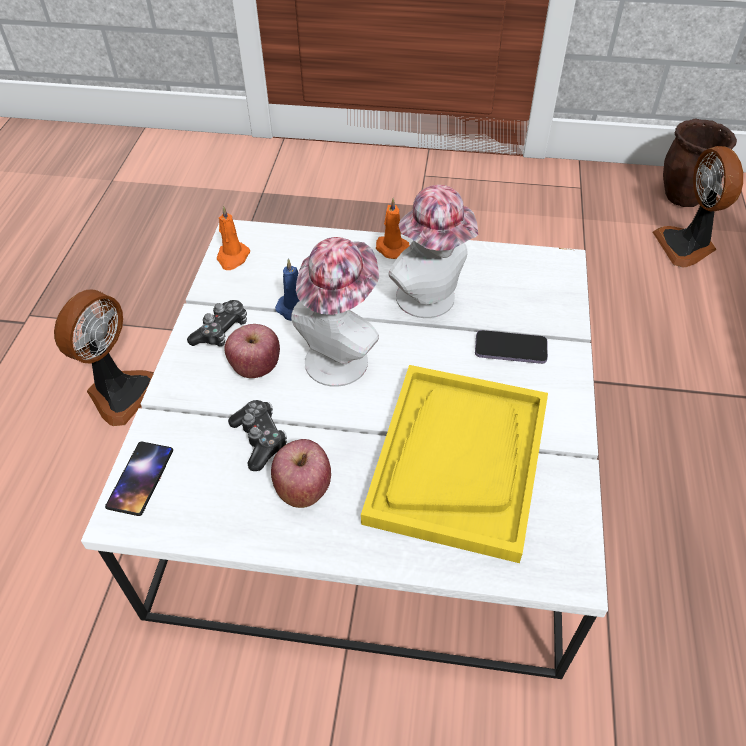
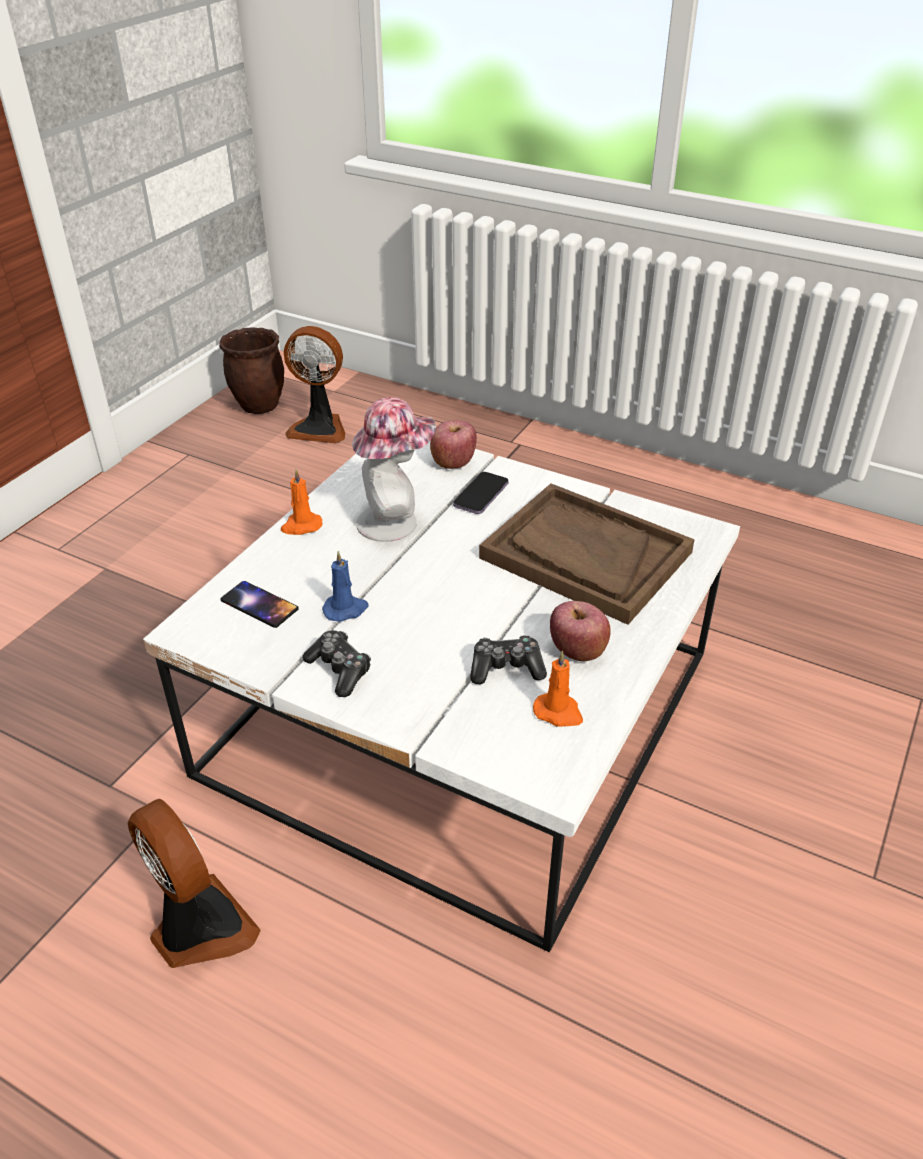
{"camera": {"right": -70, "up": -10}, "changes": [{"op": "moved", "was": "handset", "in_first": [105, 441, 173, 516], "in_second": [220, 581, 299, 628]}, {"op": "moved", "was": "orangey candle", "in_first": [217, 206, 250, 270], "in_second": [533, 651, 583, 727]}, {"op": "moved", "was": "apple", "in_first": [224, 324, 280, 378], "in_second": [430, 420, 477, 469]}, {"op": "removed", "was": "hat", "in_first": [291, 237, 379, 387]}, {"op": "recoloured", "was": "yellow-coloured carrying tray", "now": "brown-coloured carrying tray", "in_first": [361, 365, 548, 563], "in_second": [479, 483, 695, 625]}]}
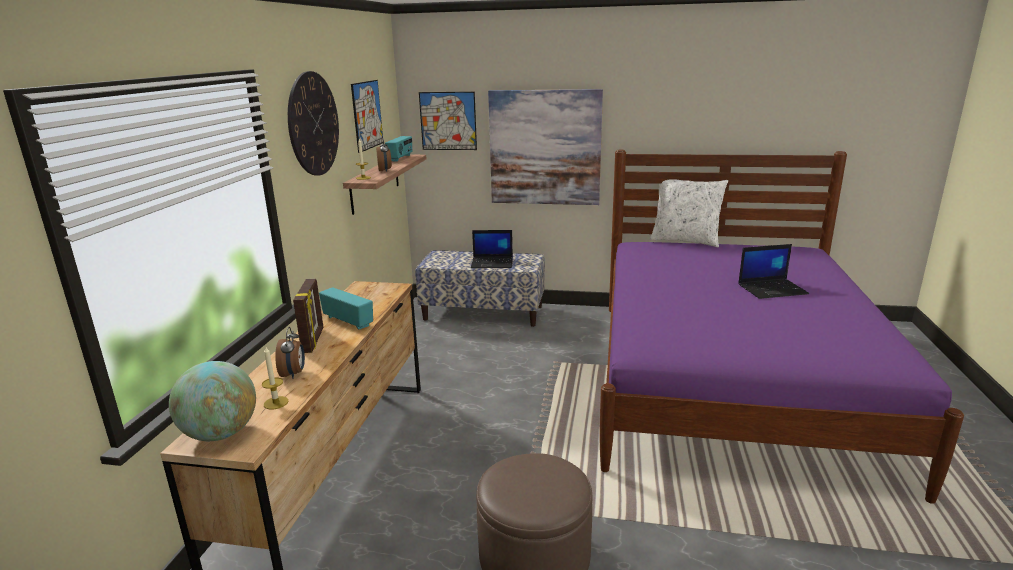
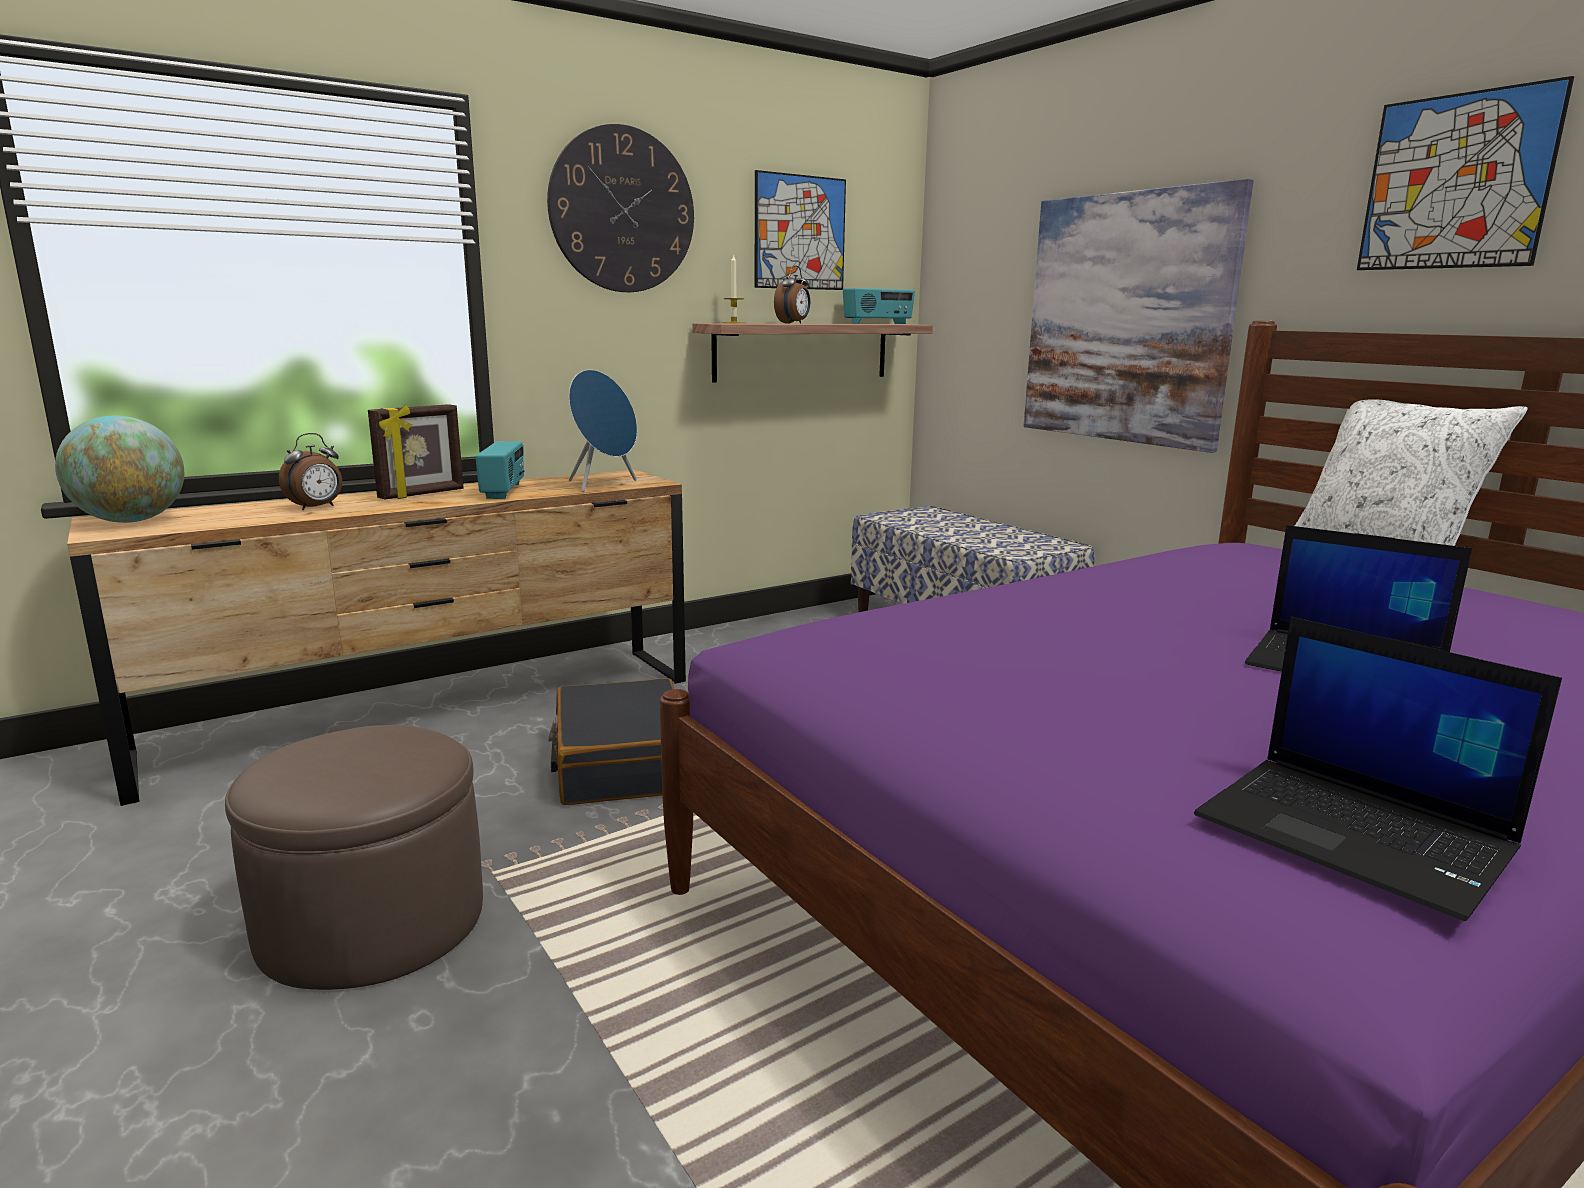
{"camera": {"right": 45, "up": -5}, "changes": [{"op": "removed", "was": "candle", "in_first": [262, 347, 288, 409]}, {"op": "moved", "was": "wall art", "in_first": [419, 92, 477, 150], "in_second": [1357, 76, 1574, 270]}, {"op": "moved", "was": "laptop", "in_first": [471, 230, 513, 268], "in_second": [1194, 617, 1562, 921]}, {"op": "added", "now": "black travel case", "in_second": [548, 678, 674, 805]}, {"op": "added", "now": "blue speaker", "in_second": [569, 370, 637, 492]}]}
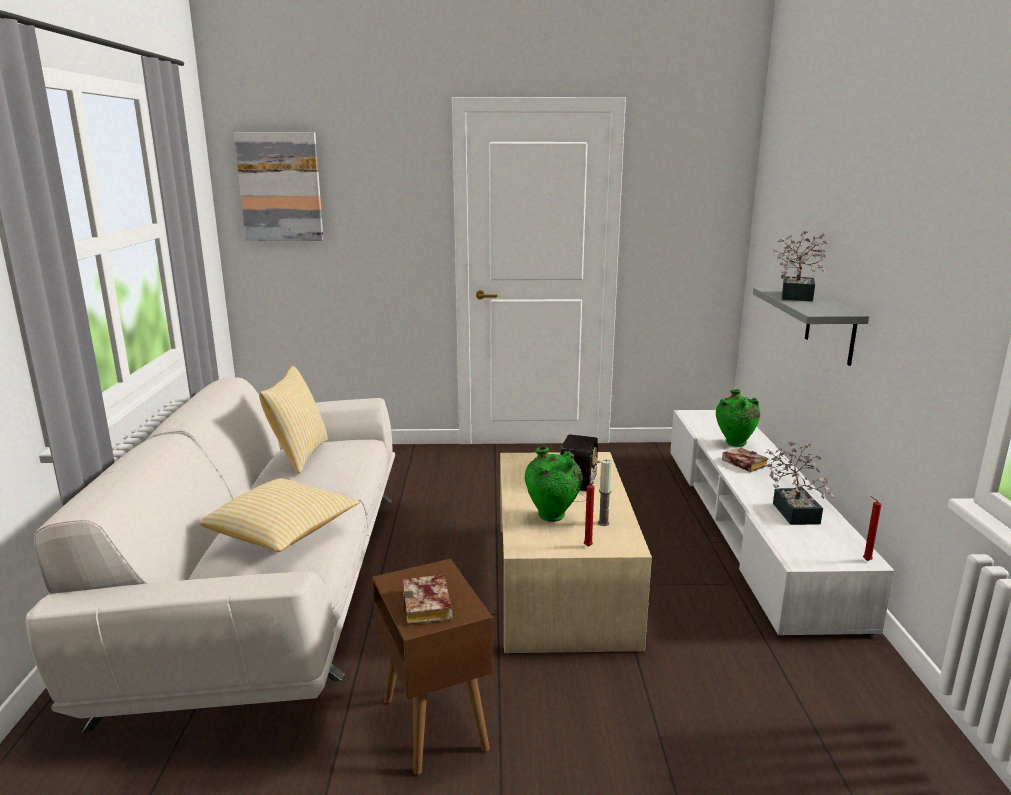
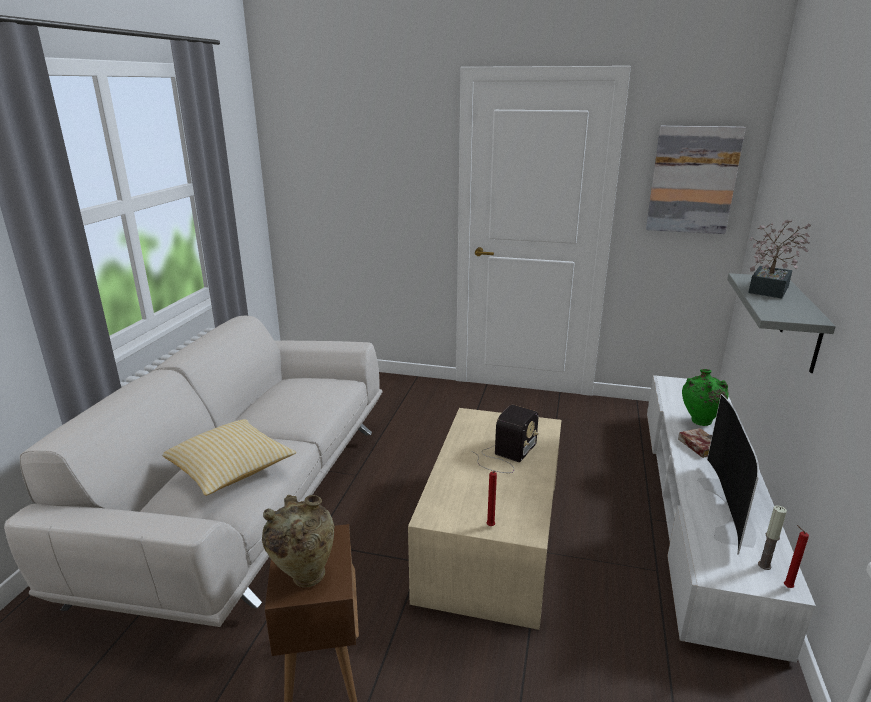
{"camera": {"right": 15, "up": 5}, "changes": [{"op": "moved", "was": "wall art", "in_first": [234, 132, 324, 241], "in_second": [646, 126, 746, 234]}, {"op": "removed", "was": "cushion", "in_first": [259, 366, 328, 474]}, {"op": "replaced", "was": "volume", "now": "sand-coloured flower vase", "in_first": [403, 575, 453, 625], "in_second": [262, 495, 335, 587]}, {"op": "removed", "was": "greenish flower vase", "in_first": [524, 446, 582, 522]}, {"op": "moved", "was": "candle", "in_first": [598, 459, 612, 526], "in_second": [758, 505, 787, 570]}, {"op": "replaced", "was": "houseplant", "now": "television", "in_first": [764, 442, 835, 525], "in_second": [697, 394, 759, 554]}]}
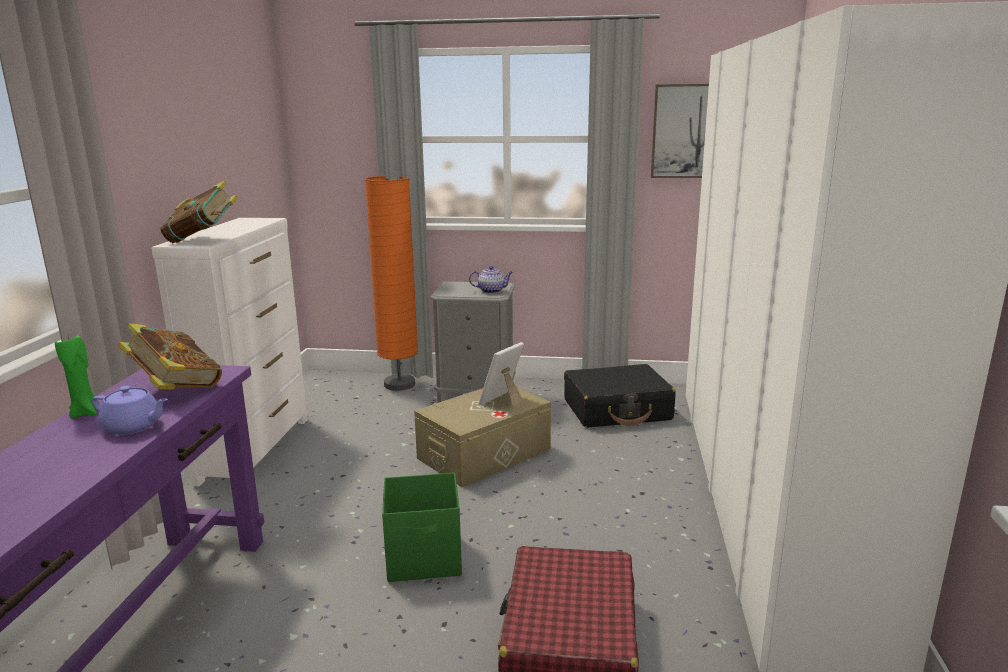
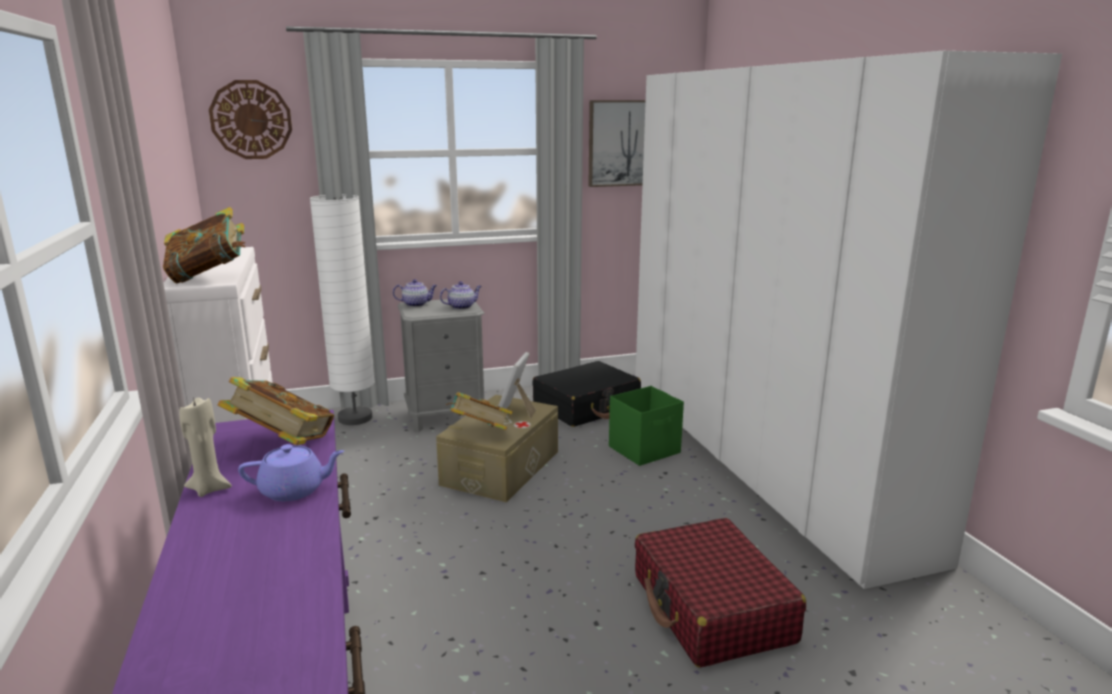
{"camera": {"right": -25, "up": 0}, "changes": [{"op": "recoloured", "was": "greenish candle", "now": "sand-coloured candle", "in_first": [55, 333, 97, 418], "in_second": [179, 397, 232, 497]}, {"op": "recoloured", "was": "orangey standing lamp", "now": "white standing lamp", "in_first": [365, 176, 418, 391], "in_second": [310, 194, 375, 425]}, {"op": "moved", "was": "greenish storage bin", "in_first": [382, 473, 462, 582], "in_second": [609, 386, 684, 466]}, {"op": "added", "now": "wall clock", "in_second": [209, 80, 292, 159]}, {"op": "added", "now": "teapot", "in_second": [393, 279, 437, 307]}, {"op": "added", "now": "volume", "in_second": [446, 392, 513, 430]}]}
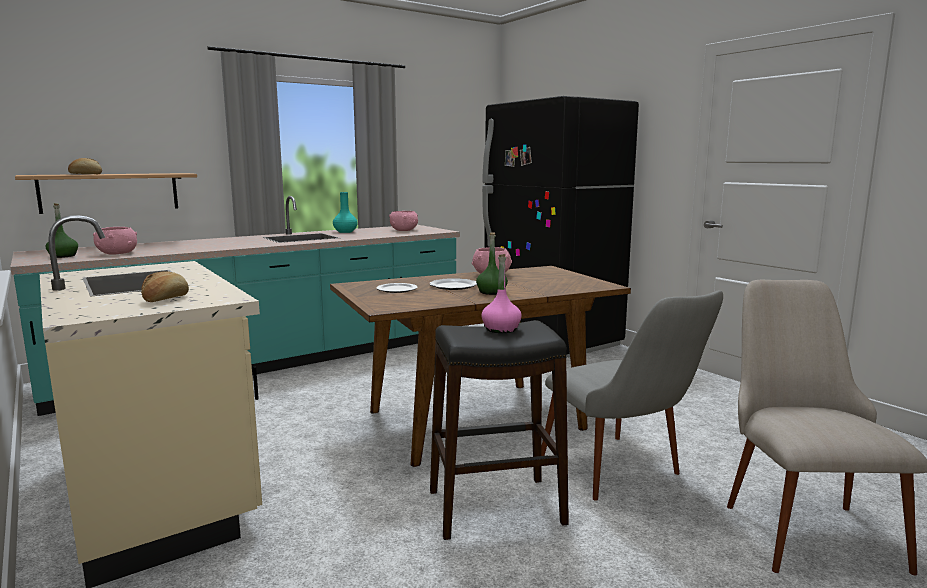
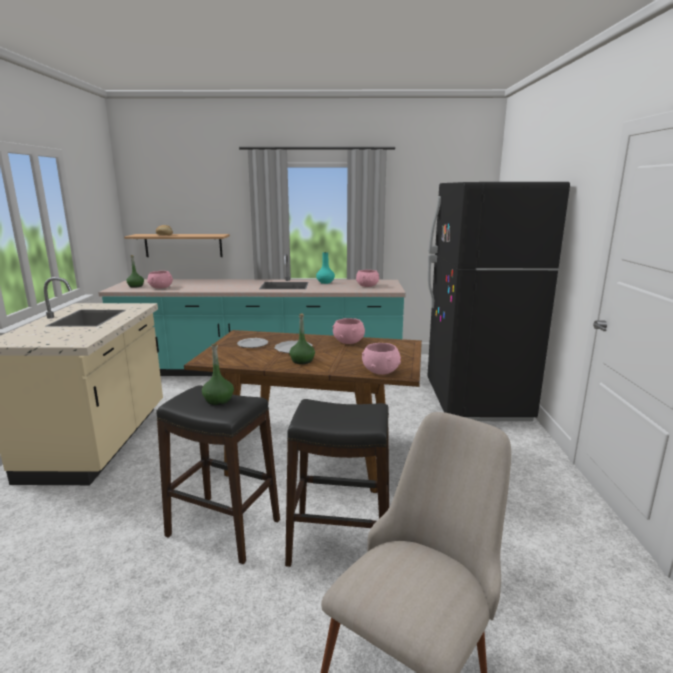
{"camera": {"right": 35, "up": 5}, "changes": [{"op": "removed", "was": "baked bread", "in_first": [141, 271, 189, 302]}, {"op": "recoloured", "was": "pink bottle", "now": "greenish bottle", "in_first": [481, 254, 521, 333], "in_second": [202, 344, 234, 405]}, {"op": "replaced", "was": "greyish upright chair", "now": "black stool", "in_first": [541, 290, 723, 501], "in_second": [285, 399, 389, 567]}, {"op": "added", "now": "pink deep dish", "in_second": [362, 343, 401, 375]}]}
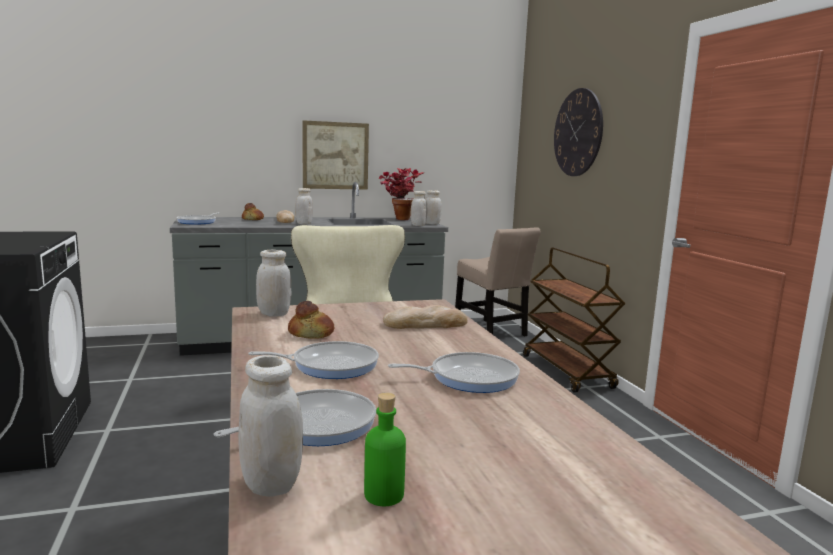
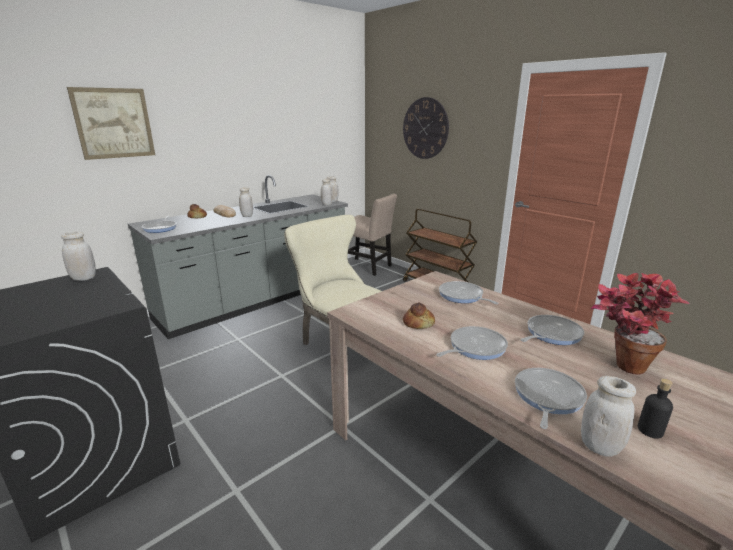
{"camera": {"right": -25, "up": 10}, "changes": [{"op": "moved", "was": "white preserve jar", "in_first": [256, 250, 291, 317], "in_second": [61, 232, 96, 281]}, {"op": "moved", "was": "wall art", "in_first": [302, 120, 369, 190], "in_second": [67, 87, 155, 160]}, {"op": "recoloured", "was": "greenish bottle", "now": "black bottle", "in_first": [364, 392, 406, 506], "in_second": [638, 378, 673, 439]}, {"op": "moved", "was": "houseplant", "in_first": [379, 168, 424, 220], "in_second": [591, 273, 690, 375]}, {"op": "replaced", "was": "baked bread", "now": "skillet", "in_first": [383, 305, 467, 329], "in_second": [439, 281, 499, 304]}]}
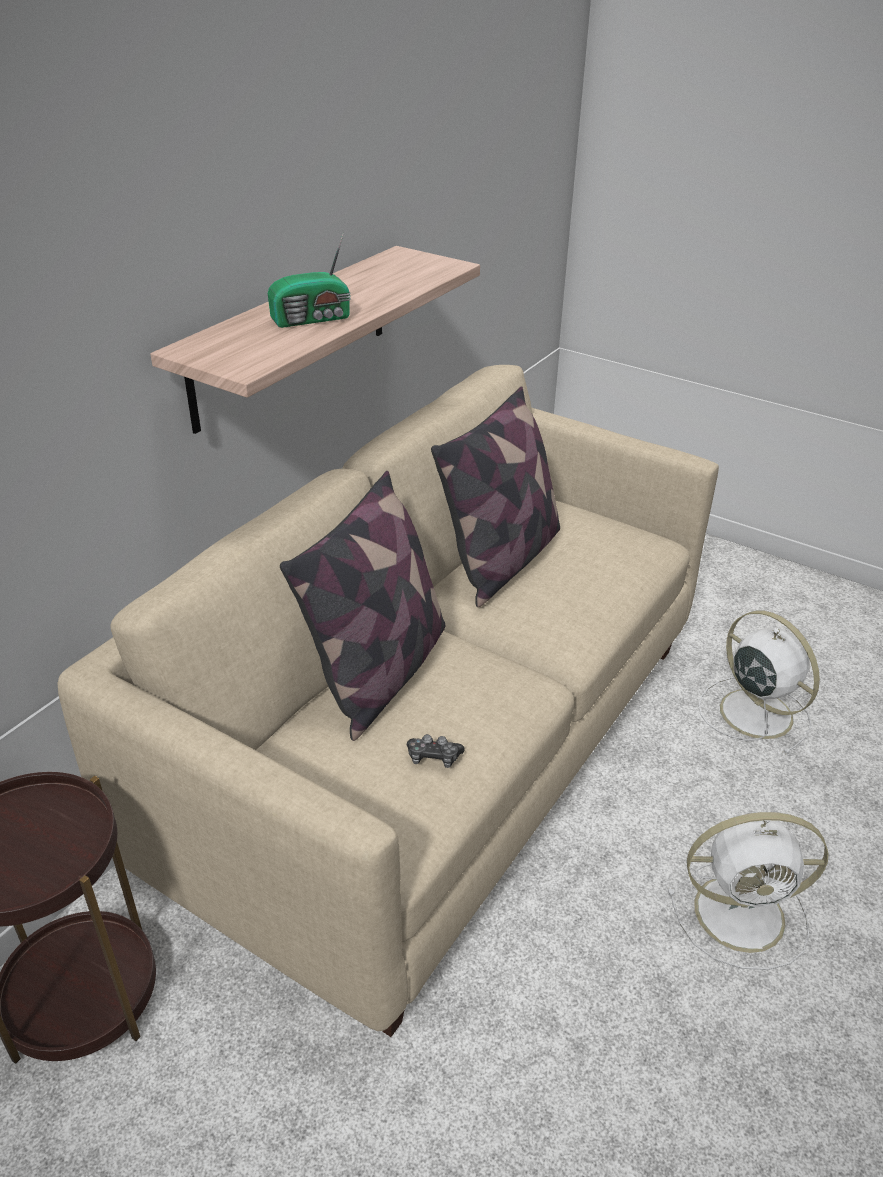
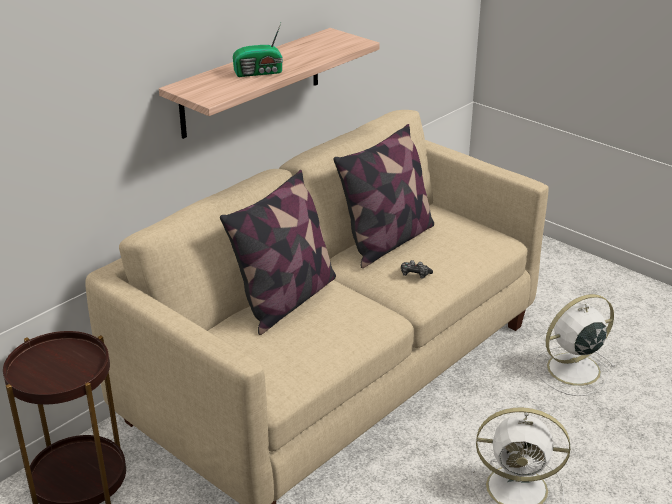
{"camera": {"right": 10, "up": -5}, "changes": [{"op": "moved", "was": "joypad", "in_first": [407, 734, 465, 768], "in_second": [401, 260, 433, 279]}, {"op": "turned", "was": "white fan", "in_first": [699, 611, 820, 754], "in_second": [533, 294, 616, 396], "clockwise": -90}]}
